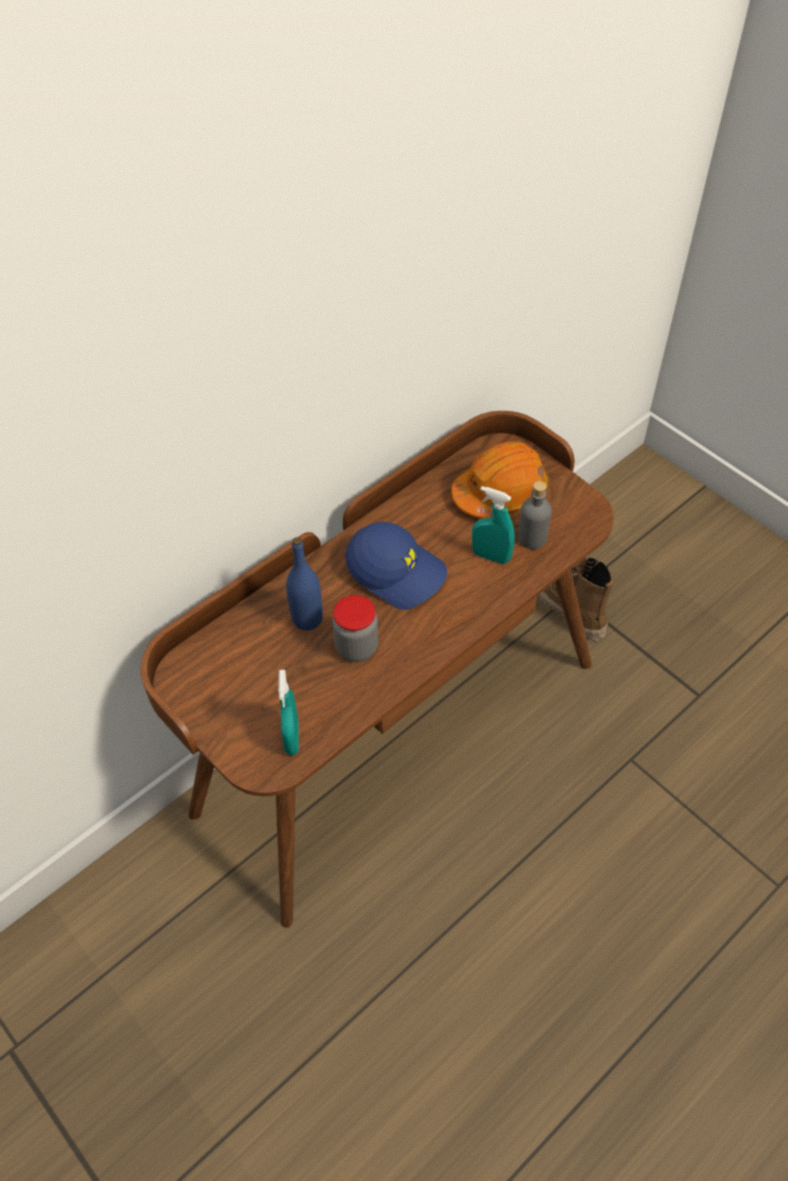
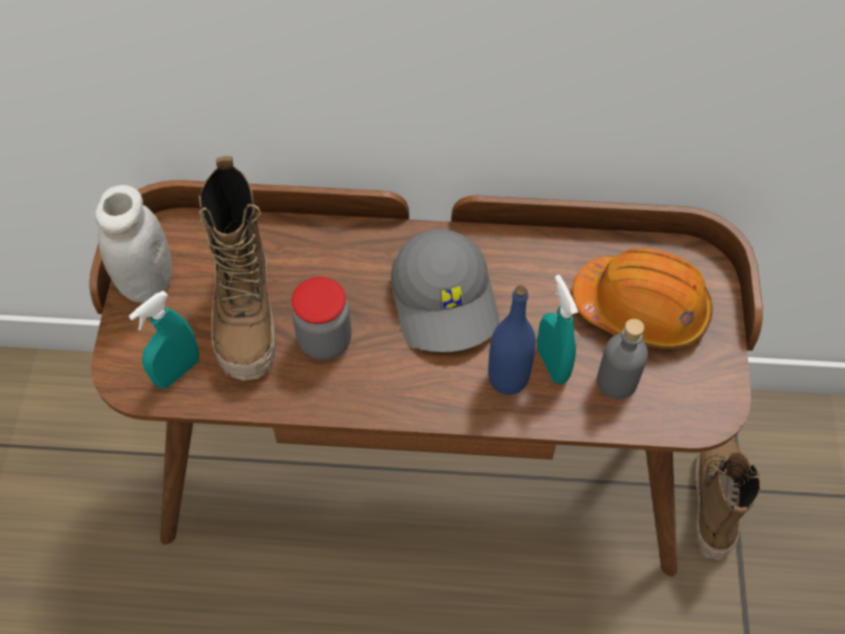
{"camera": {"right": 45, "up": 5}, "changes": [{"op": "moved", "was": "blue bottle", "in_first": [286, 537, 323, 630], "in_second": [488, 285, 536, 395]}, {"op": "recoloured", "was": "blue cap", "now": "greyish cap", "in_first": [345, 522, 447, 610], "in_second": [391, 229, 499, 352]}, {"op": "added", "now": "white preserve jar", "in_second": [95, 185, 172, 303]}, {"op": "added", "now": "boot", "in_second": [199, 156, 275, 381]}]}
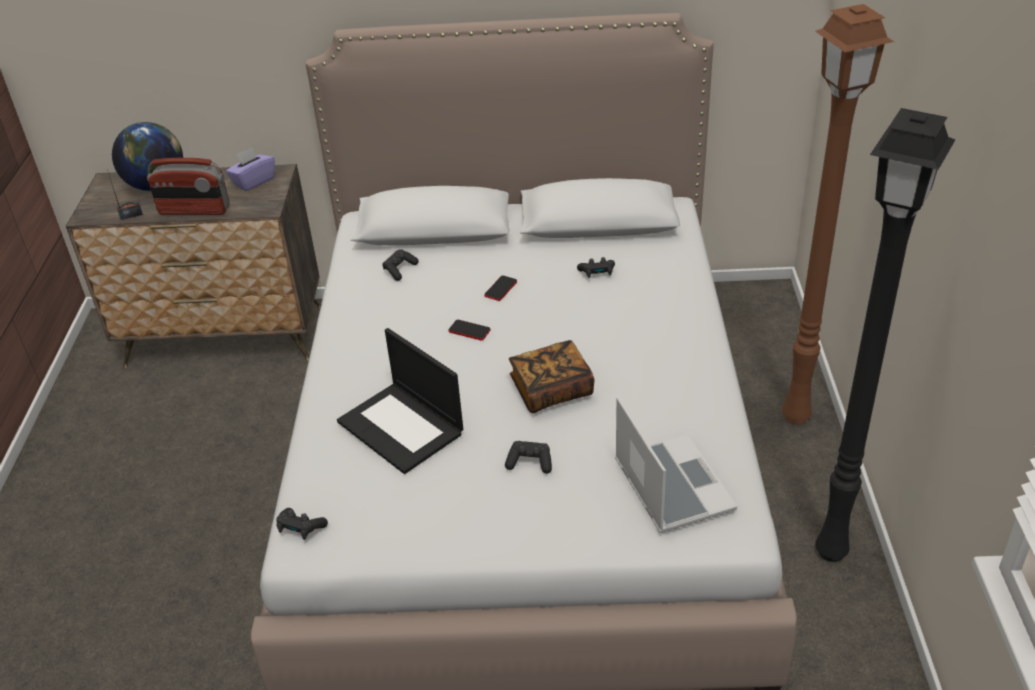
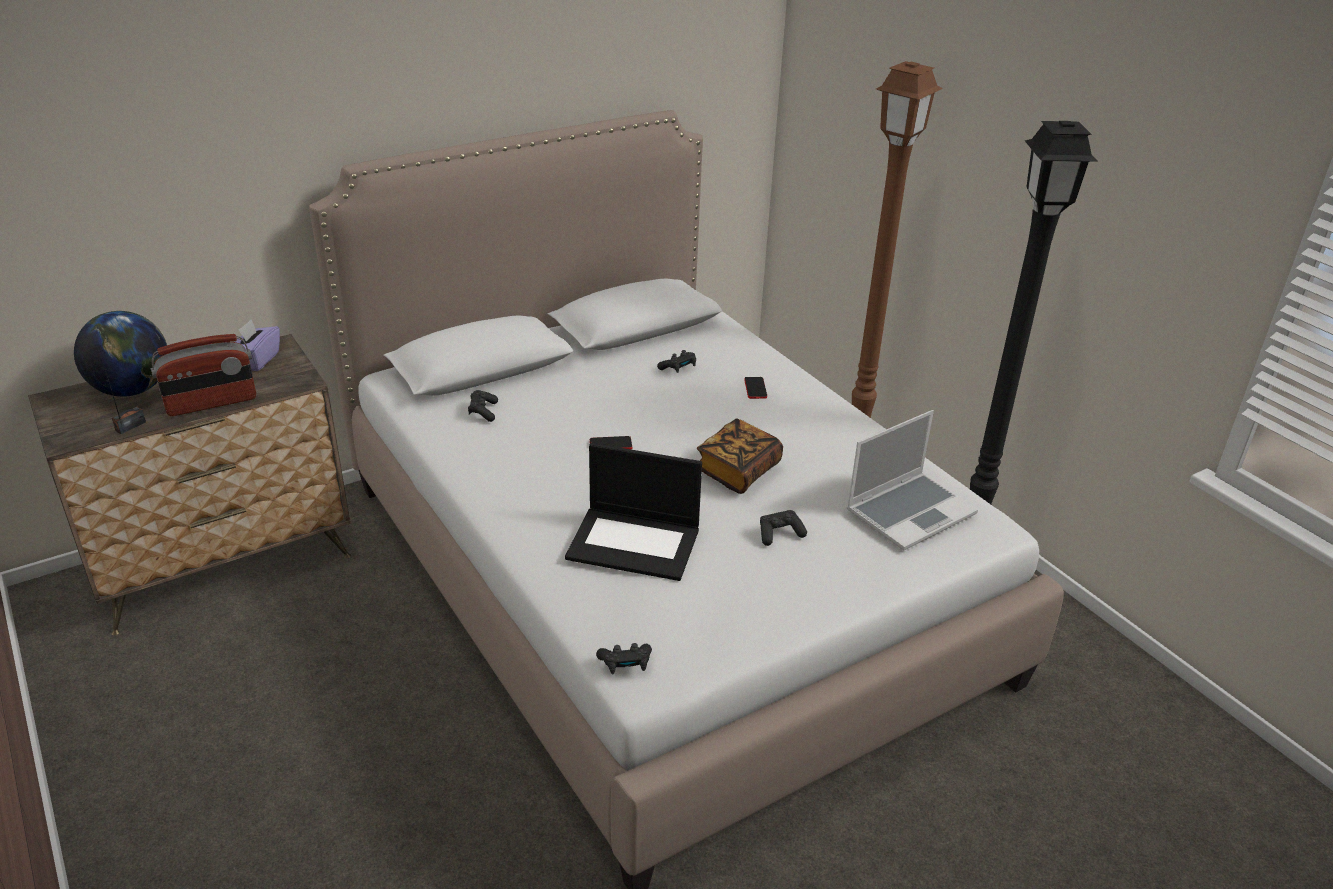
{"camera": {"right": -35, "up": -5}, "changes": [{"op": "moved", "was": "handset", "in_first": [484, 275, 517, 301], "in_second": [744, 377, 767, 399]}, {"op": "turned", "was": "laptop", "in_first": [615, 396, 737, 533], "in_second": [847, 410, 978, 550], "clockwise": 105}]}
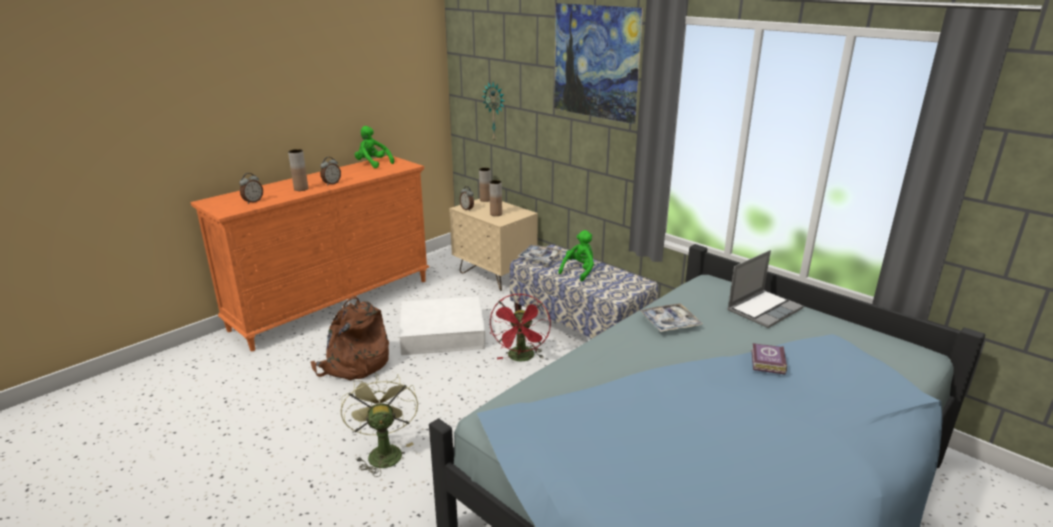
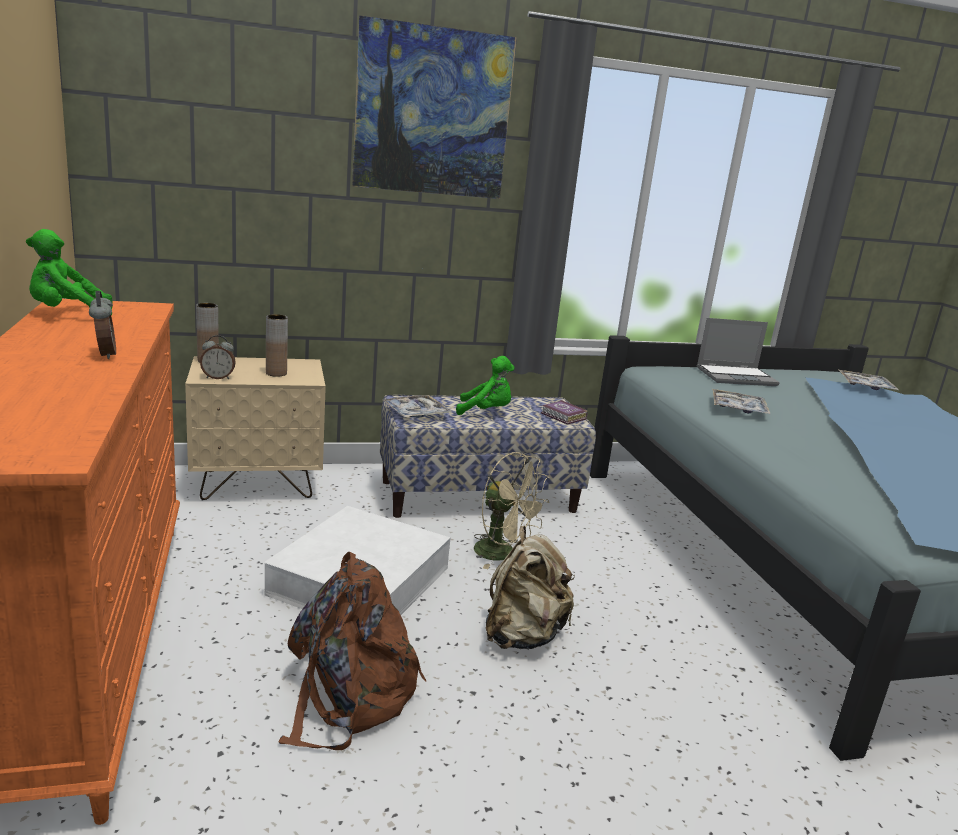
{"camera": {"right": -60, "up": -5}, "changes": [{"op": "removed", "was": "alarm clock", "in_first": [239, 173, 263, 204]}, {"op": "removed", "was": "brown-coloured flower vase", "in_first": [288, 149, 308, 191]}, {"op": "removed", "was": "greenish fan", "in_first": [341, 373, 418, 477]}, {"op": "removed", "was": "wall clock", "in_first": [482, 82, 505, 141]}, {"op": "recoloured", "was": "red fan", "now": "sand-coloured fan", "in_first": [490, 294, 551, 361], "in_second": [474, 452, 549, 569]}, {"op": "turned", "was": "greenish cuddly toy", "in_first": [559, 230, 594, 281], "in_second": [456, 356, 515, 415], "clockwise": 120}, {"op": "turned", "was": "laptop", "in_first": [727, 250, 804, 328], "in_second": [697, 318, 780, 386], "clockwise": 90}, {"op": "moved", "was": "volume", "in_first": [751, 343, 787, 374], "in_second": [541, 400, 588, 425]}, {"op": "added", "now": "sand-coloured backpack", "in_second": [486, 526, 575, 649]}, {"op": "added", "now": "carrying tray", "in_second": [839, 370, 899, 390]}]}
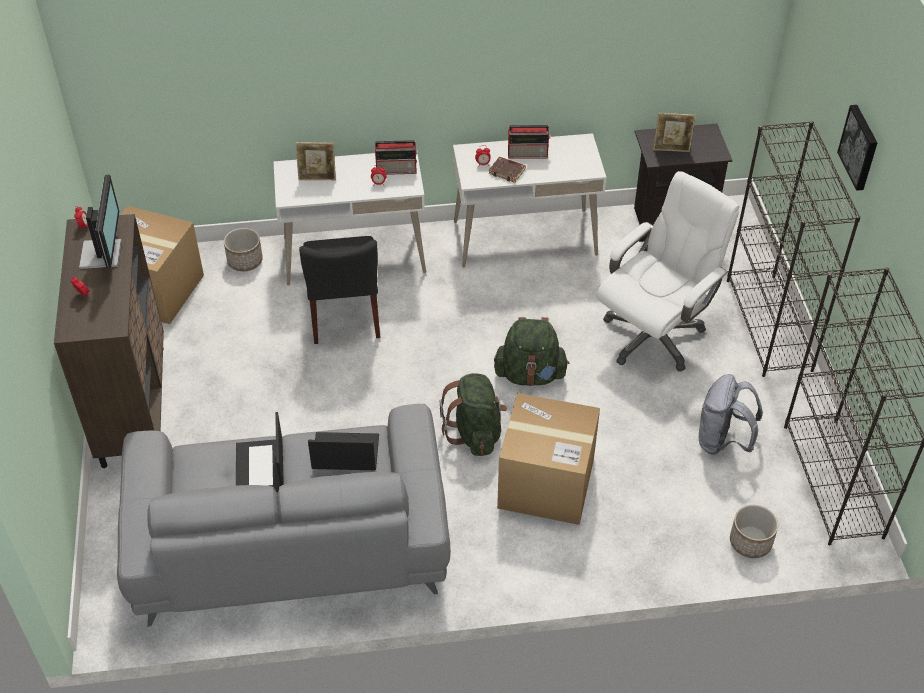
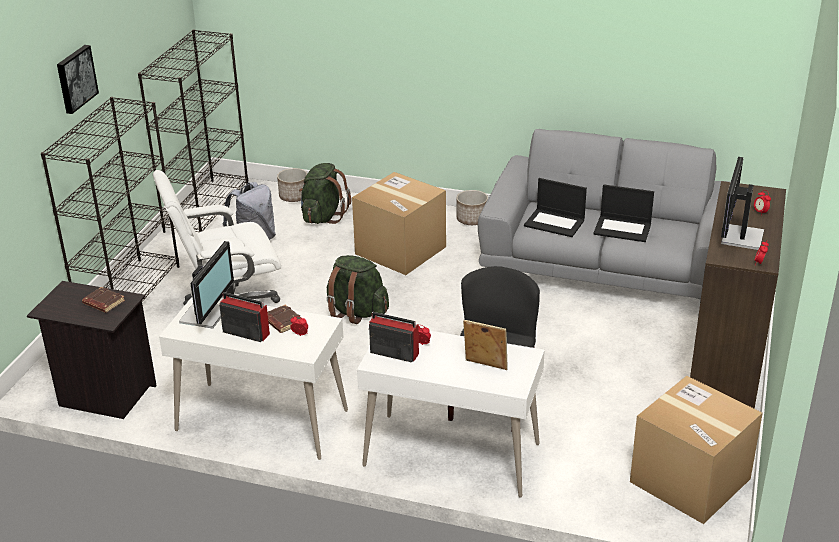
{"camera": {"right": -155, "up": -15}, "changes": [{"op": "moved", "was": "plant pot", "in_first": [224, 228, 263, 271], "in_second": [457, 190, 488, 225]}, {"op": "turned", "was": "laptop", "in_first": [236, 412, 284, 492], "in_second": [593, 184, 654, 242], "clockwise": 90}, {"op": "moved", "was": "greenish backpack", "in_first": [439, 374, 507, 456], "in_second": [299, 163, 352, 224]}, {"op": "replaced", "was": "picture frame", "now": "brown-coloured volume", "in_first": [653, 113, 696, 152], "in_second": [82, 287, 125, 313]}, {"op": "added", "now": "monitor", "in_second": [179, 241, 234, 329]}]}
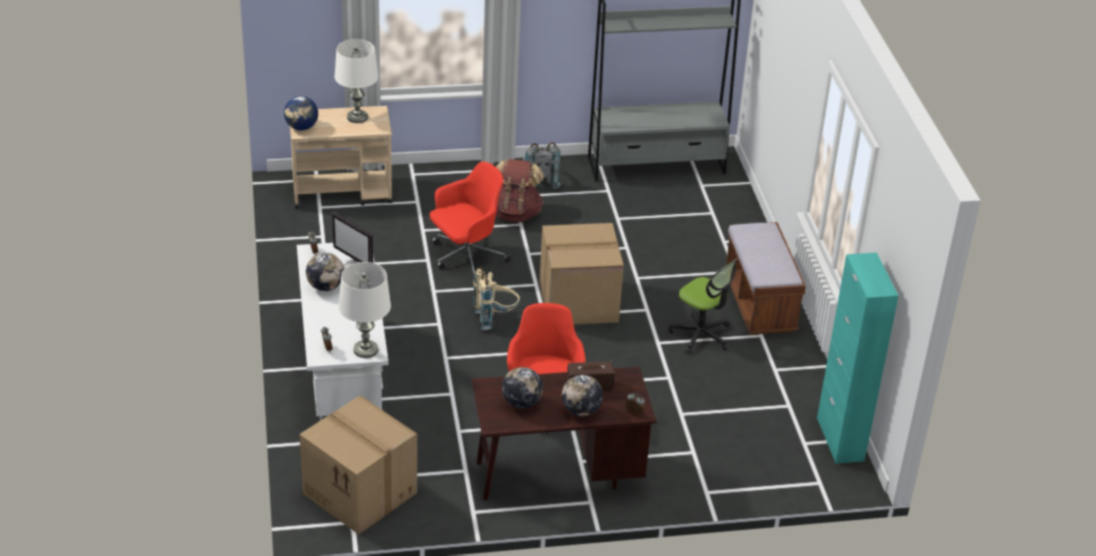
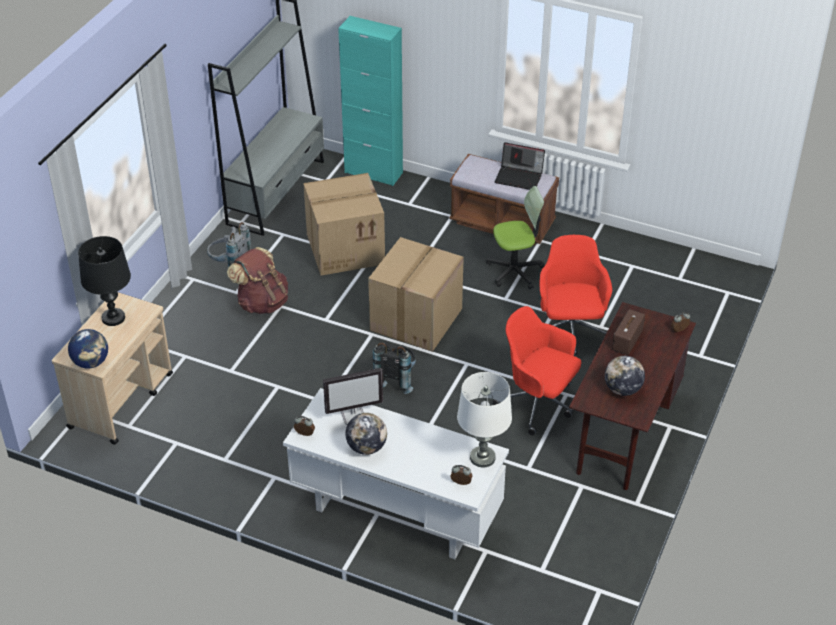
{"camera": {"right": -55, "up": 5}, "changes": [{"op": "moved", "was": "cardboard box", "in_first": [299, 395, 417, 535], "in_second": [303, 173, 385, 276]}, {"op": "recoloured", "was": "white tabletop lamp", "now": "black tabletop lamp", "in_first": [335, 39, 378, 123], "in_second": [78, 236, 131, 326]}, {"op": "moved", "was": "red computer chair", "in_first": [430, 162, 511, 279], "in_second": [539, 235, 612, 355]}, {"op": "recoloured", "was": "sand-coloured backpack", "now": "black backpack", "in_first": [473, 266, 520, 330], "in_second": [373, 342, 416, 394]}, {"op": "removed", "was": "globe", "in_first": [562, 375, 603, 416]}, {"op": "moved", "was": "blue-green cabinet", "in_first": [817, 252, 899, 464], "in_second": [338, 16, 403, 186]}, {"op": "added", "now": "laptop", "in_second": [494, 142, 545, 190]}]}
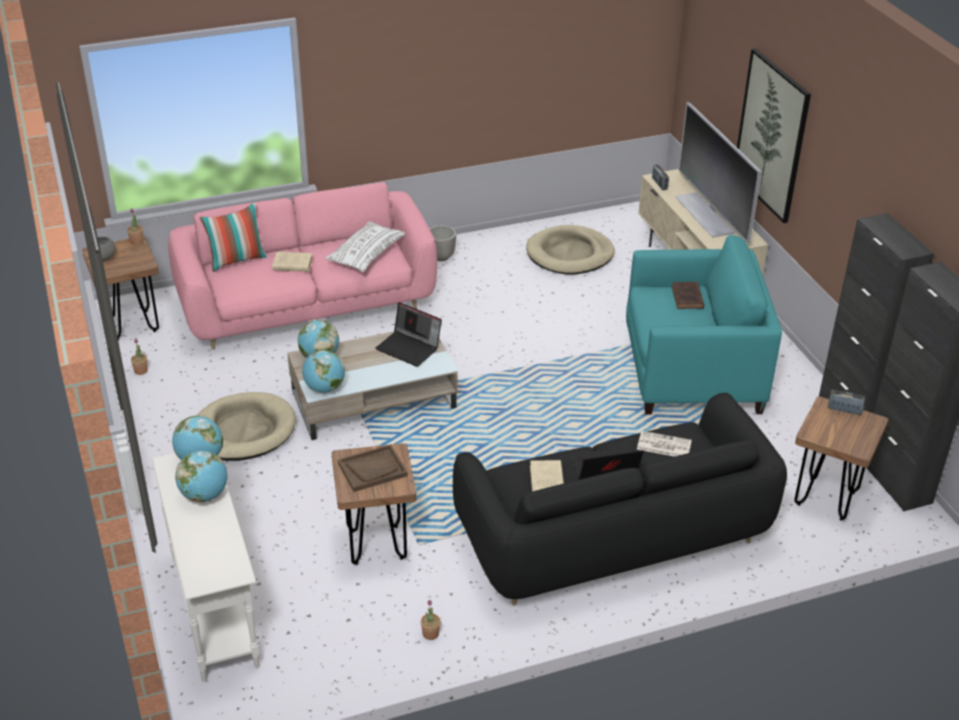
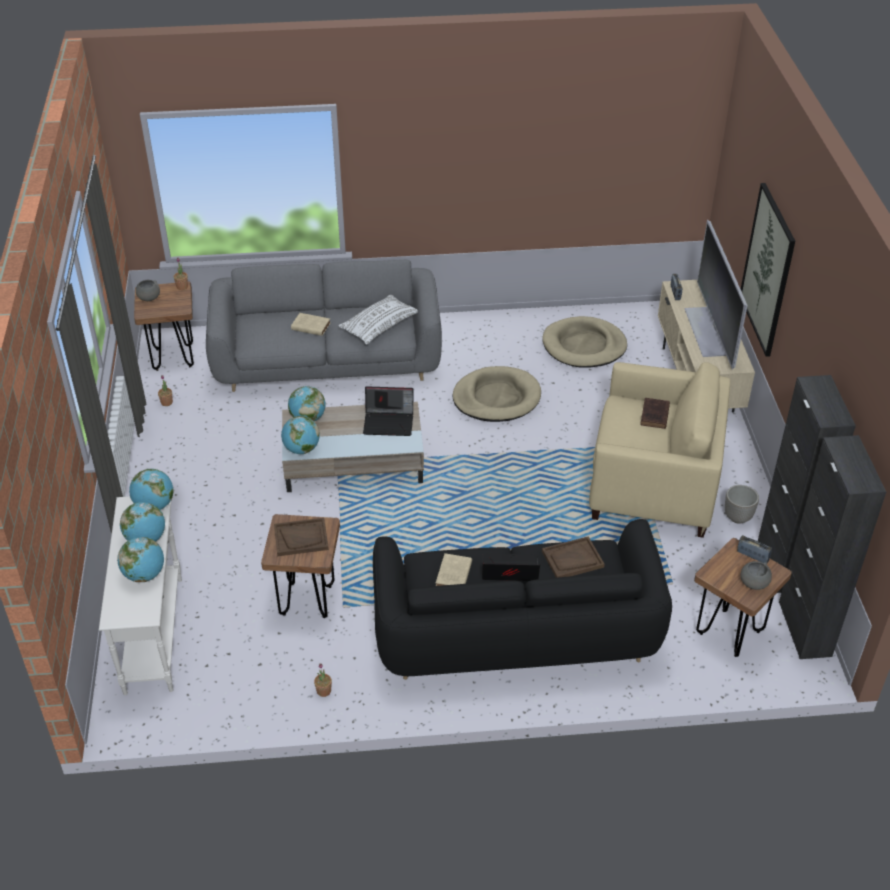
{"camera": {"right": 15, "up": 5}, "changes": [{"op": "recoloured", "was": "pink couch", "now": "greyish couch", "in_first": [168, 182, 437, 350], "in_second": [206, 260, 442, 392]}, {"op": "moved", "was": "sand-coloured dog cushion", "in_first": [196, 392, 296, 461], "in_second": [452, 366, 541, 422]}, {"op": "removed", "was": "cushion", "in_first": [200, 202, 267, 272]}, {"op": "turned", "was": "laptop", "in_first": [375, 302, 442, 367], "in_second": [363, 386, 413, 436], "clockwise": -45}, {"op": "moved", "was": "plant pot", "in_first": [430, 225, 456, 261], "in_second": [725, 485, 759, 524]}, {"op": "recoloured", "was": "blue-green lounge chair", "now": "sand-coloured lounge chair", "in_first": [626, 235, 782, 415], "in_second": [589, 362, 730, 538]}, {"op": "replaced", "was": "printed paper", "now": "brown-coloured carrying tray", "in_first": [637, 431, 692, 457], "in_second": [542, 536, 605, 578]}, {"op": "added", "now": "globe", "in_second": [117, 537, 164, 582]}, {"op": "added", "now": "greyish deep dish", "in_second": [740, 561, 772, 590]}]}
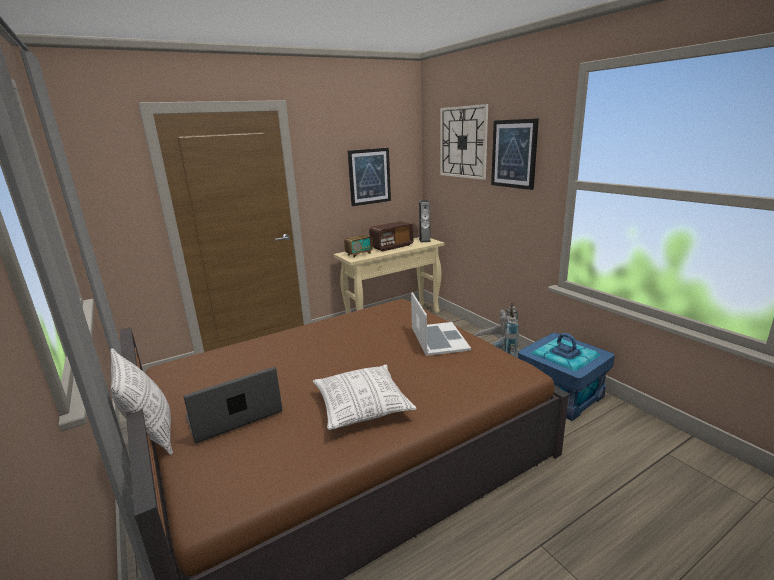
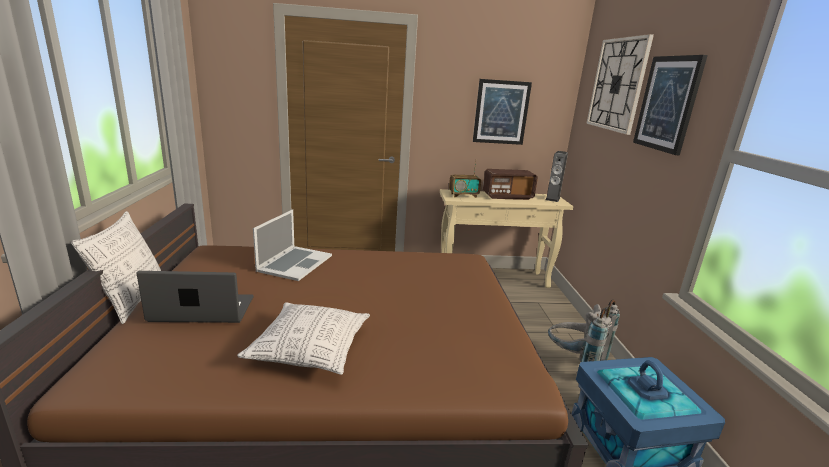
{"camera": {"right": 25, "up": 0}, "changes": [{"op": "moved", "was": "laptop", "in_first": [411, 292, 471, 356], "in_second": [253, 209, 332, 281]}]}
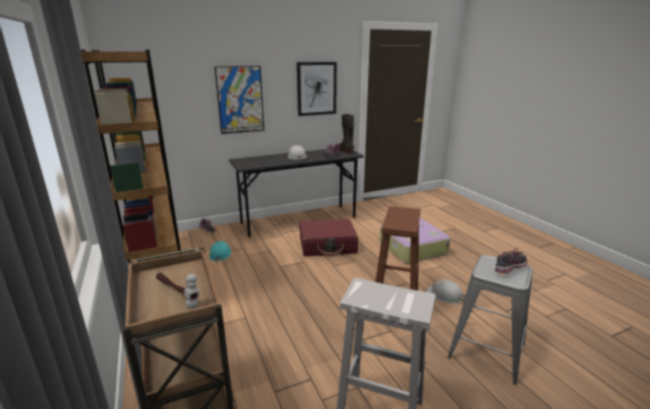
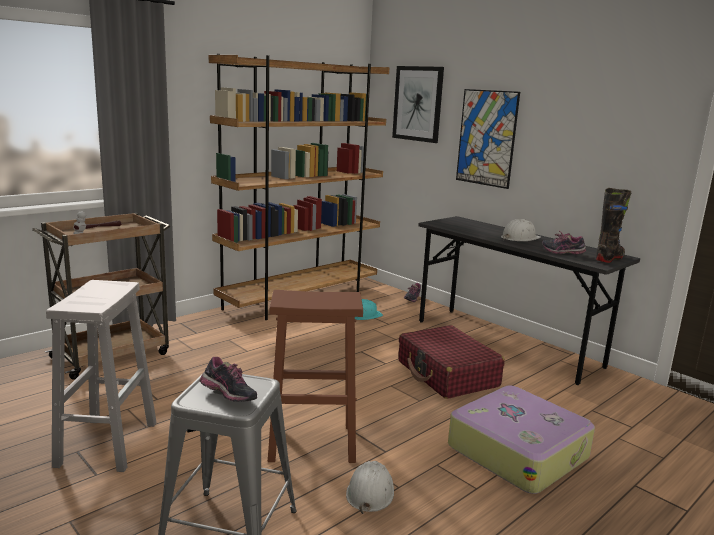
{"camera": {"right": 70, "up": -5}, "changes": [{"op": "moved", "was": "wall art", "in_first": [297, 62, 337, 116], "in_second": [392, 66, 444, 143]}]}
